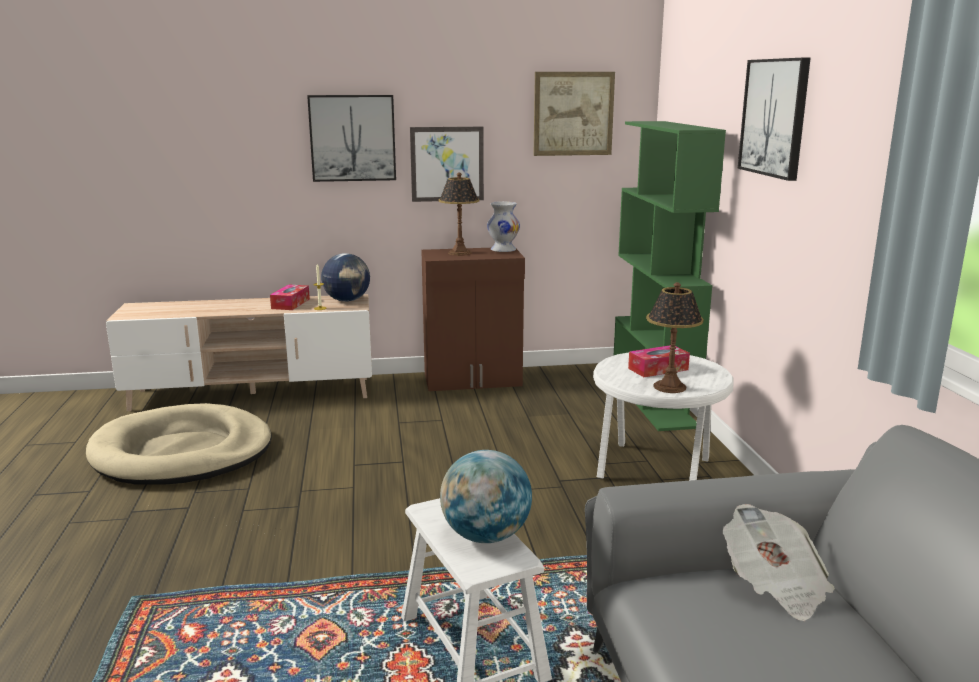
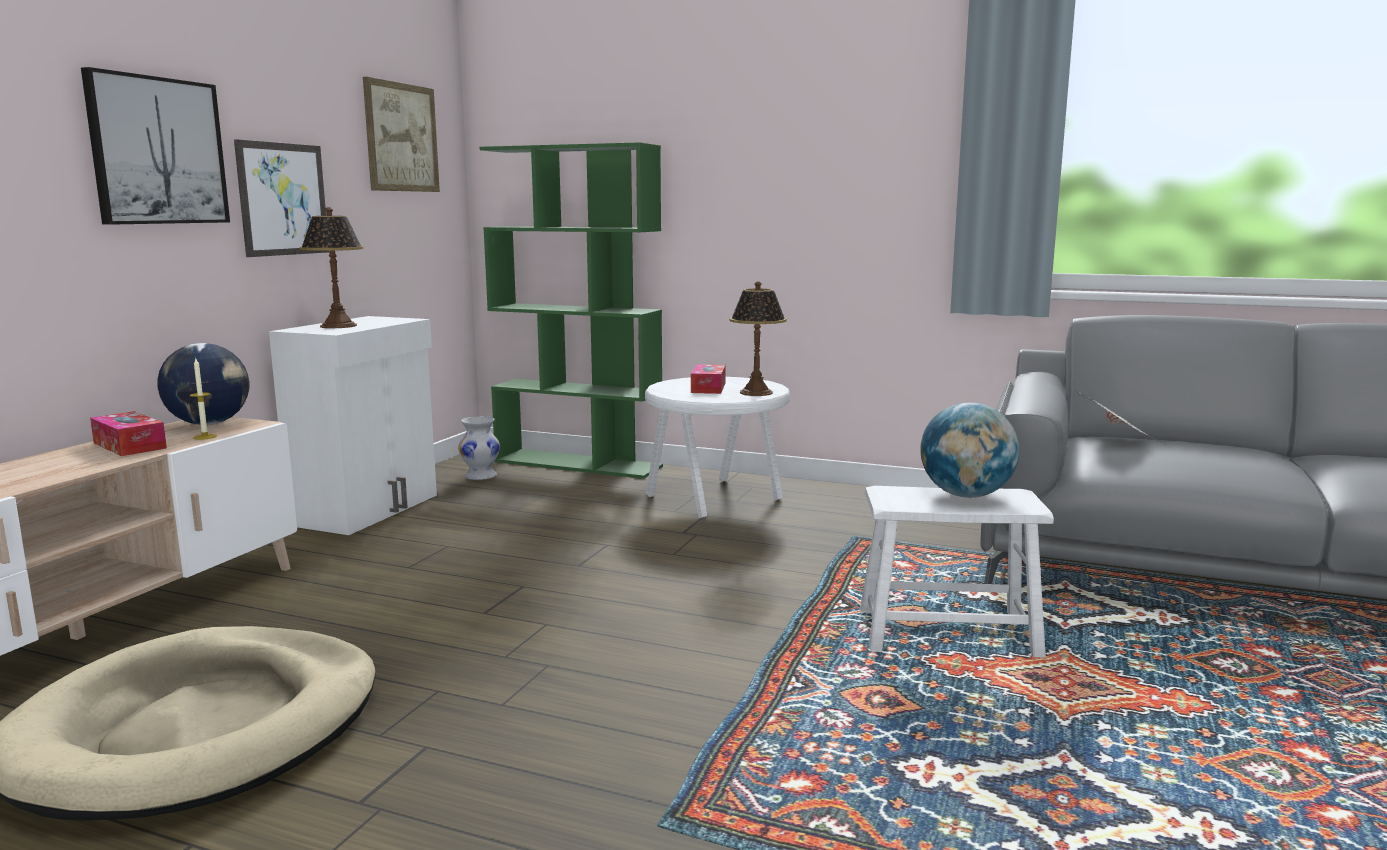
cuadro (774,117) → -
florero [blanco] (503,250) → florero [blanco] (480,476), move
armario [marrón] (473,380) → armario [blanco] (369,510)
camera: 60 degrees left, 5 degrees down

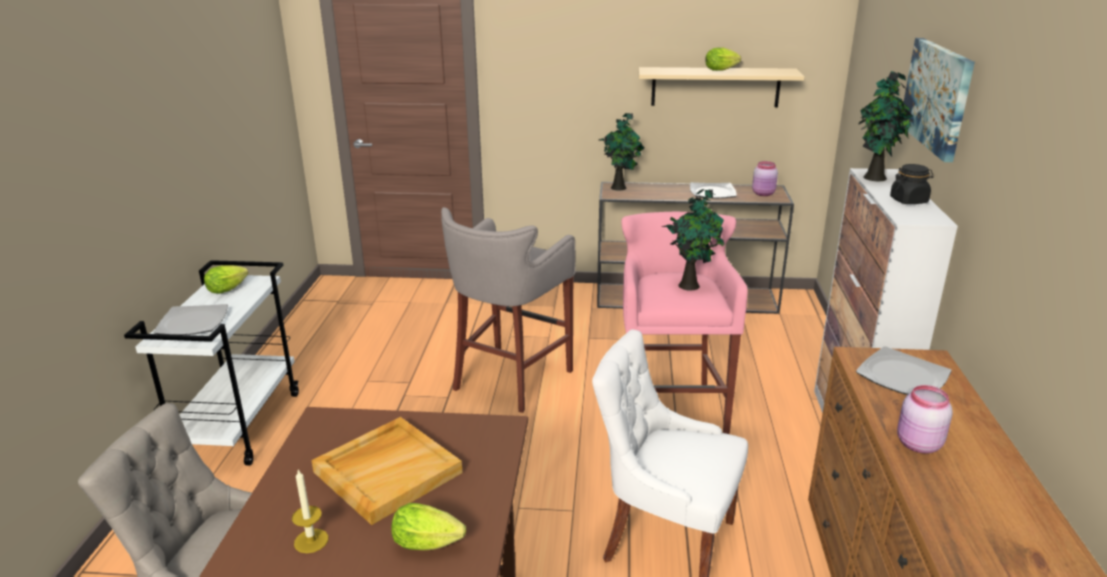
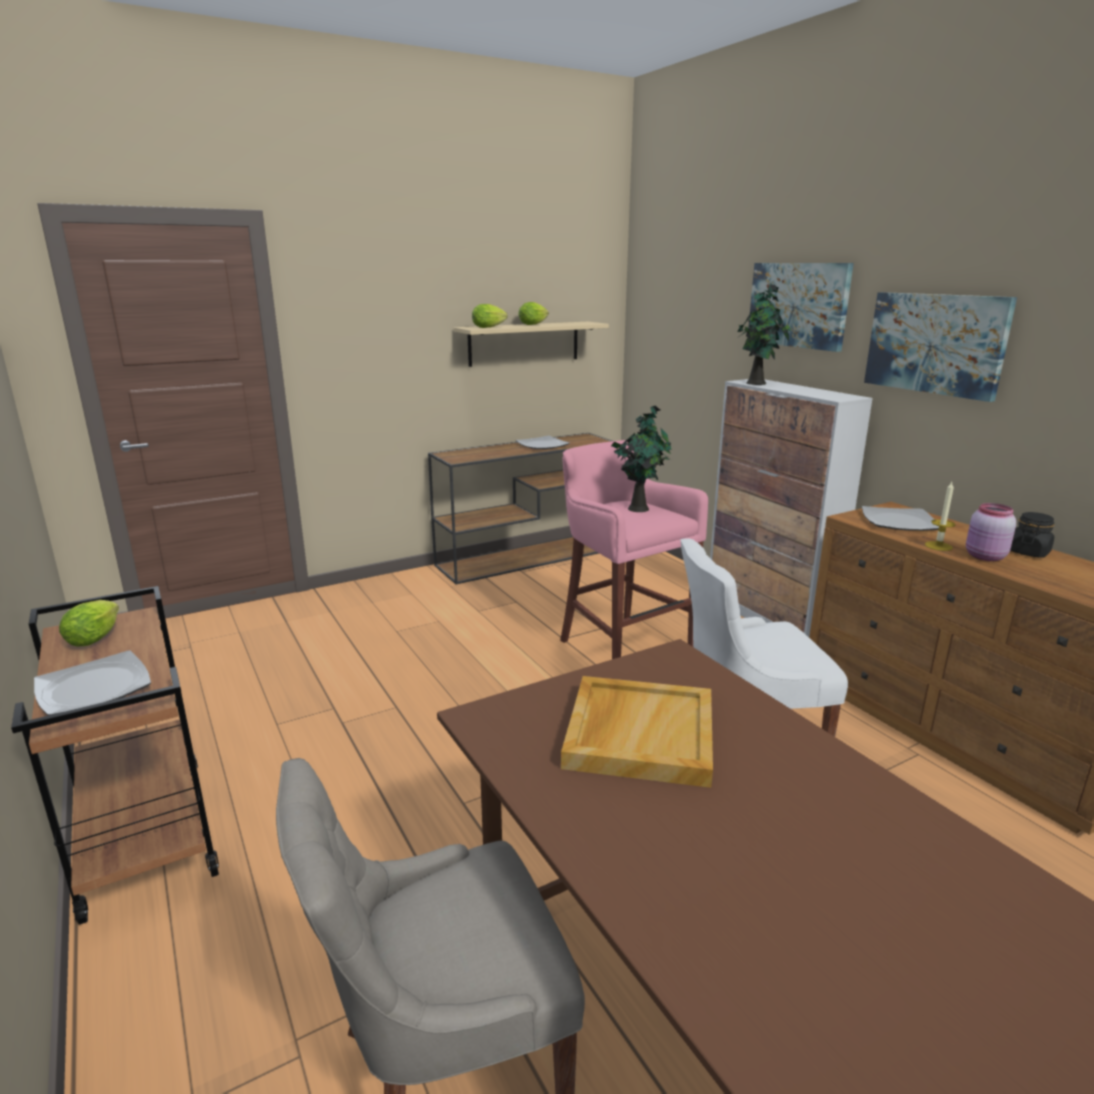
taburete [gris] (509,380) → -
planta en maceta (620,187) → -
tarro [rosa] (764,194) → -
- → cuadro (935,343)
vela (311,541) → vela (938,546), move
lechuga (431,544) → lechuga (490,327), move
tarro [negro] (908,200) → tarro [negro] (1028,552), move
carrito [blanco] (238,425) → carrito [marrón] (143,836)
camera: 35 degrees left, 5 degrees down

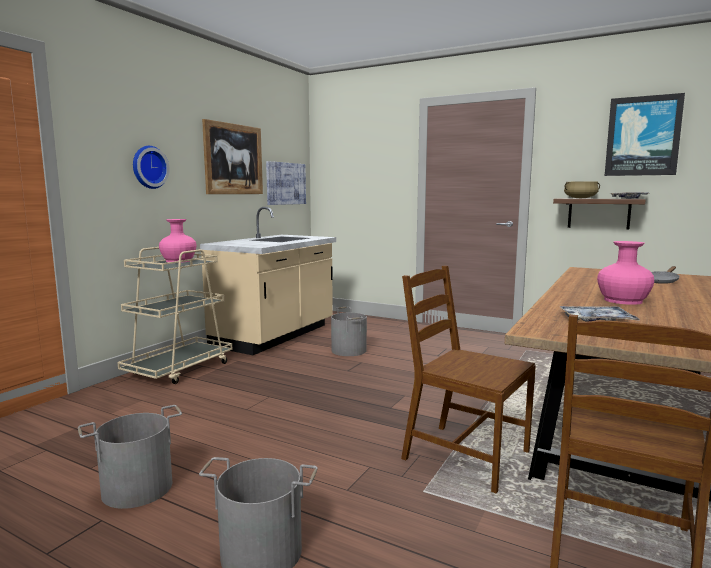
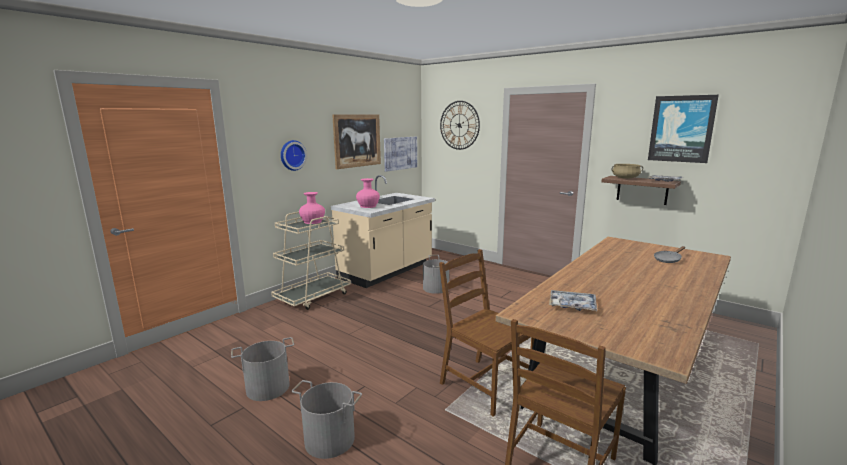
- → reloj de pared (459,125)
florero [rosa] (623,300) → florero [rosa] (368,206), move
camera: 10 degrees right, 5 degrees up

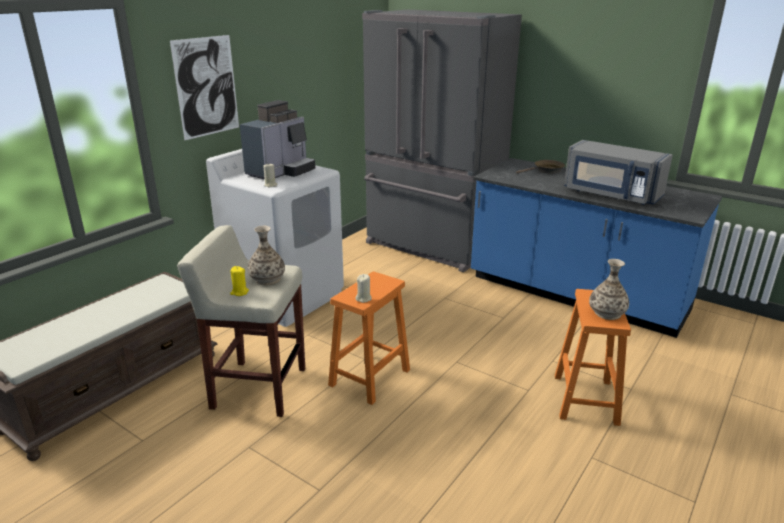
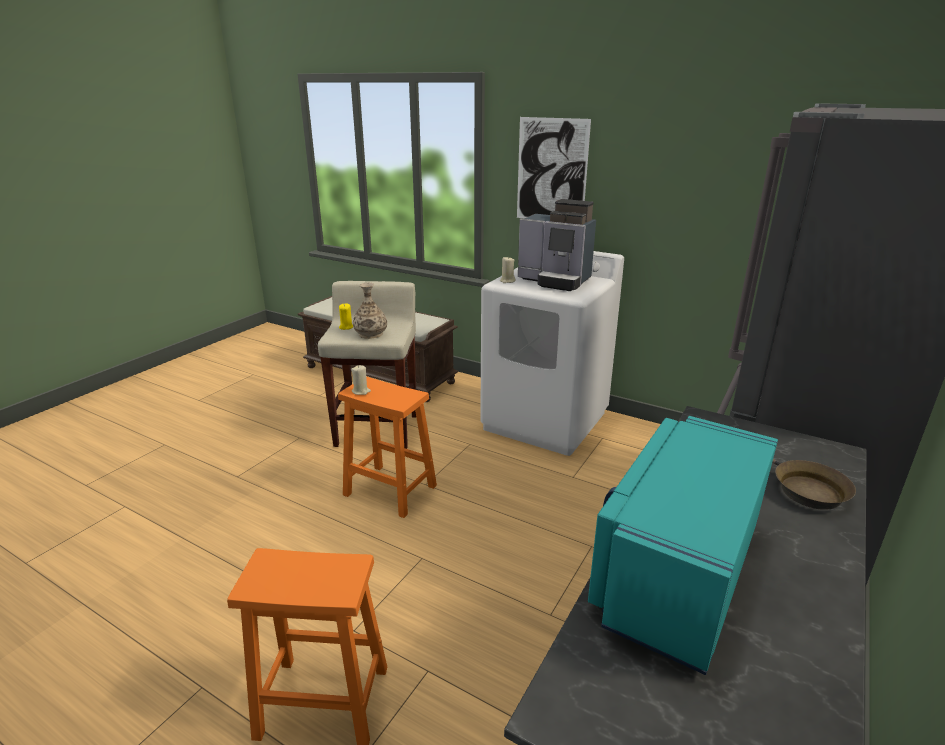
florero (607,313) → -
microondas [gris] (611,194) → microondas [turquesa] (675,571)
camera: 85 degrees right, 0 degrees up

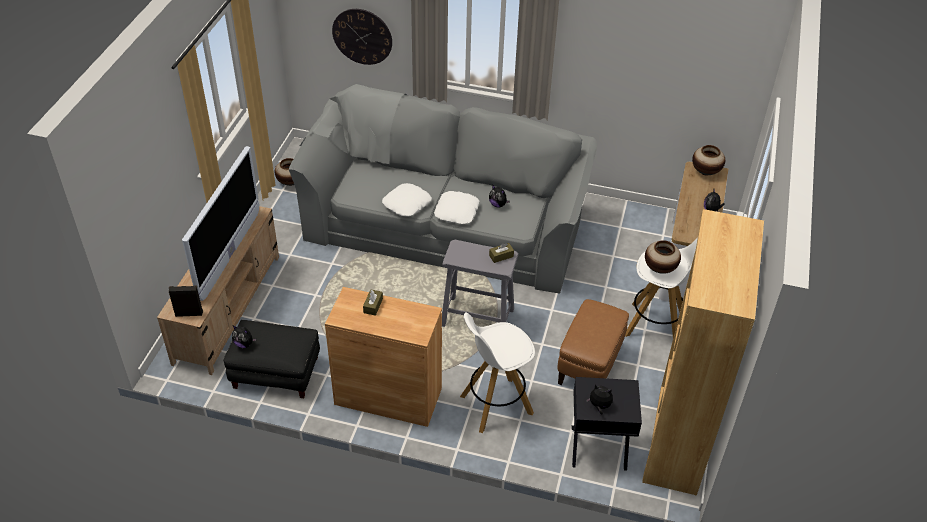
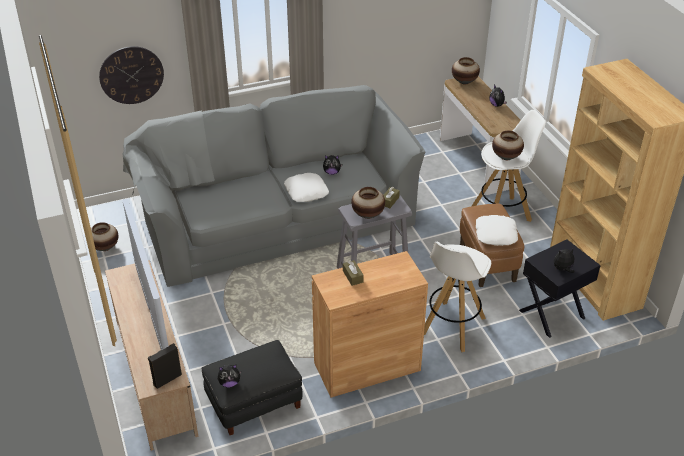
- → florero (368,215)
cojín [blanco] (406,203) → cojín [blanco] (495,234), move
camera: 35 degrees left, 5 degrees down

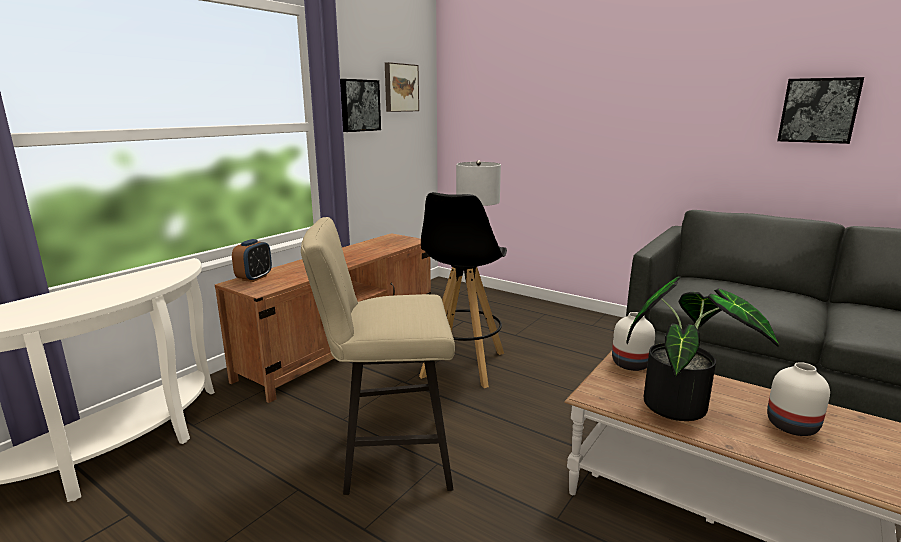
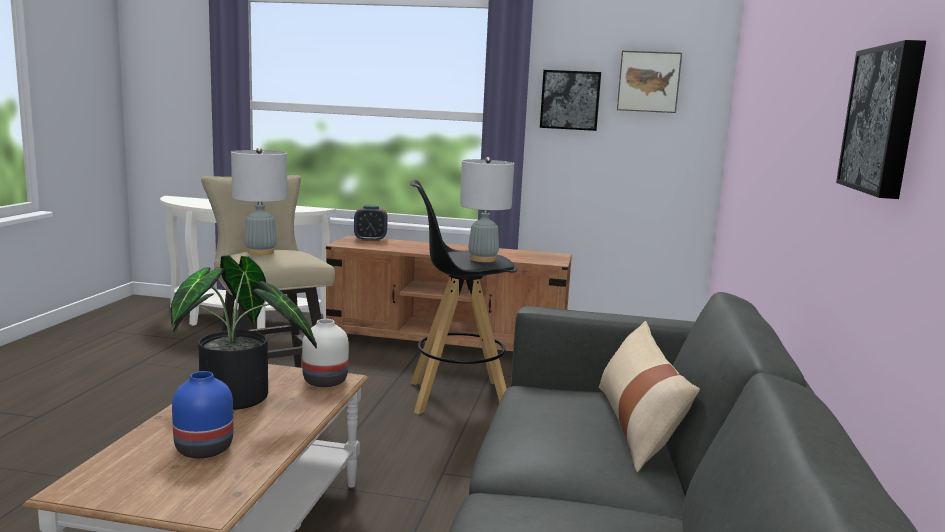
- → lámpara de mesa [gris] (261,252)
- → cojín [beis] (637,426)
florero [blanco] (793,426) → florero [azul] (202,449)
camera: 65 degrees right, 5 degrees down

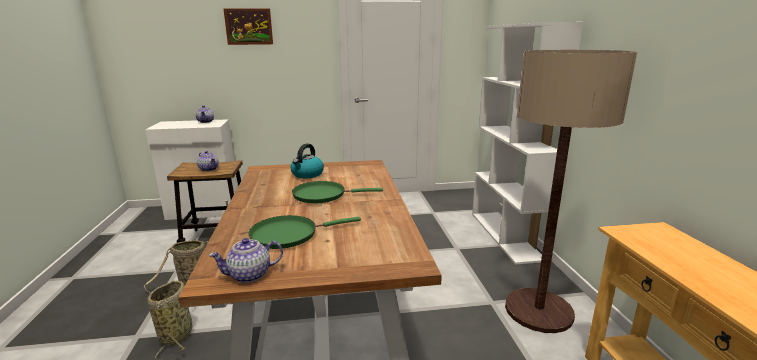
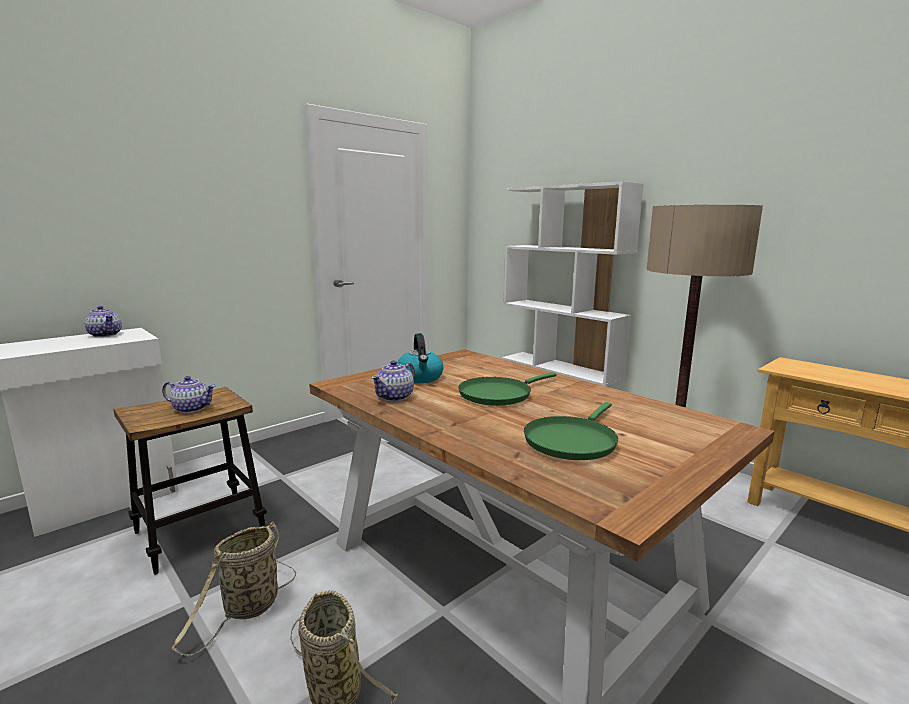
cuadro (249,26) → -
tetera (250,275) → tetera (395,397), move
camera: 35 degrees left, 5 degrees down

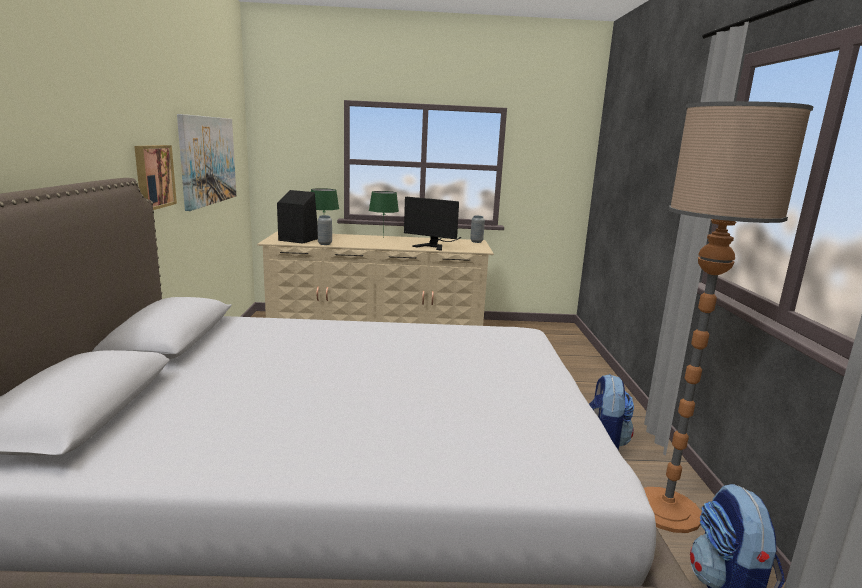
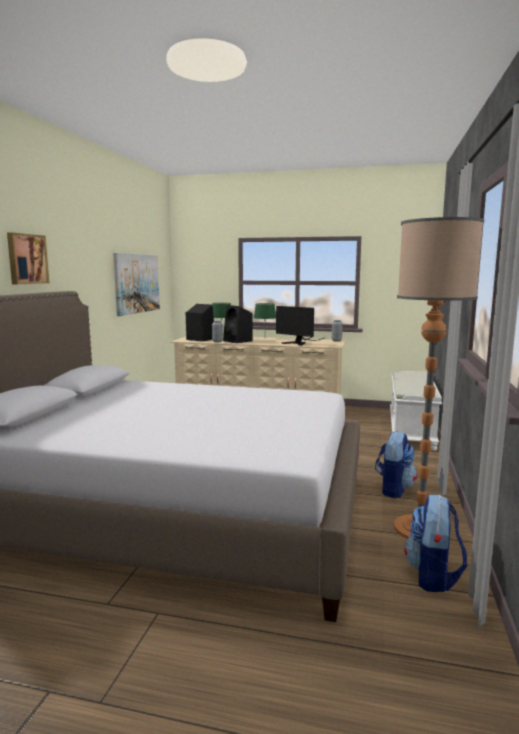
- → altavoz [negro] (238,341)
- → banco [blanco] (411,430)
cuadro (153,176) → cuadro (26,259), move
camera: 15 degrees right, 5 degrees down

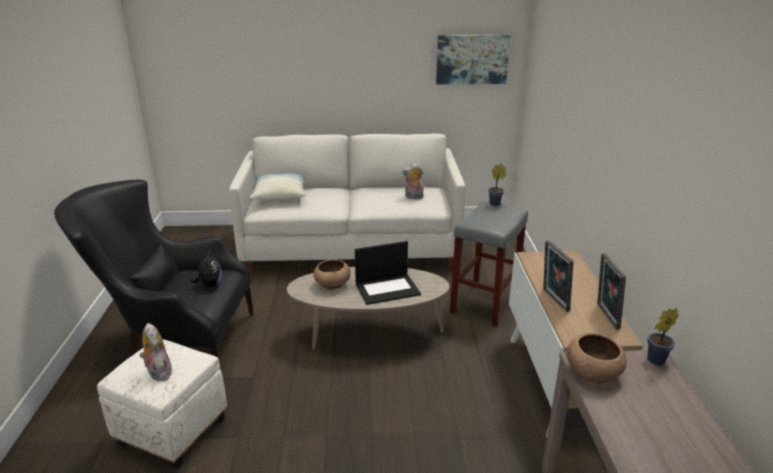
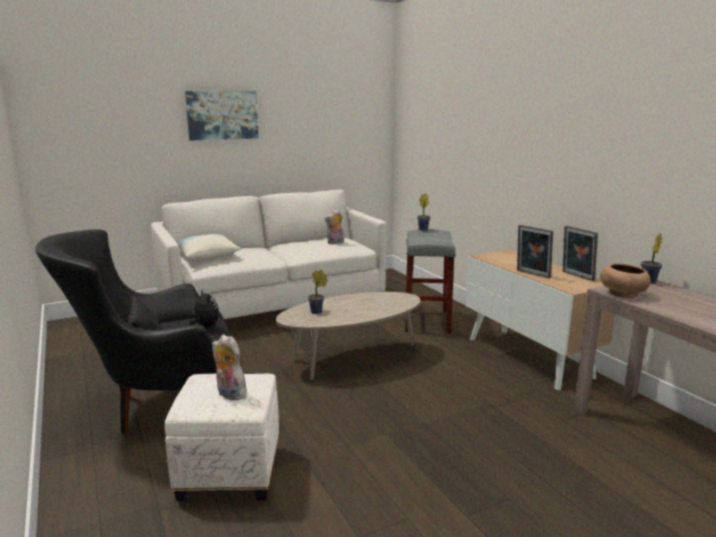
portátil (388,289) → -
cuadro (472,59) → cuadro (222,115), move
cuenco [marrón] (332,284) → planta en maceta (317,312)
camera: 25 degrees left, 10 degrees down

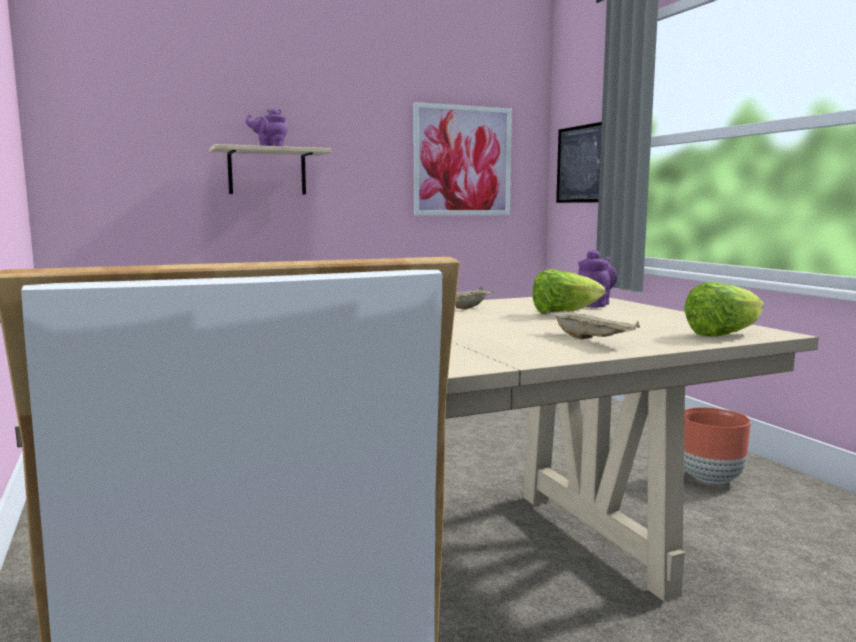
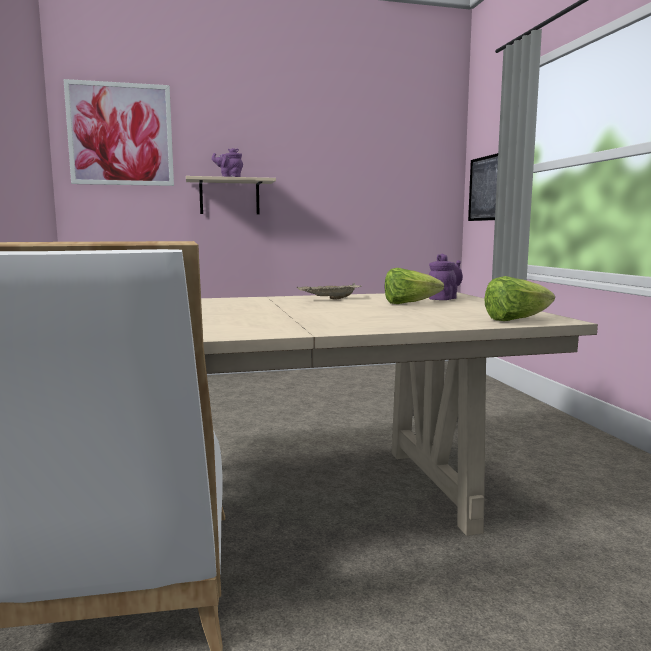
bandeja [beis] (591,339) → -
maceta [marrón] (710,479) → -
cuadro (462,161) → cuadro (121,134), move
camera: 10 degrees right, 0 degrees up

